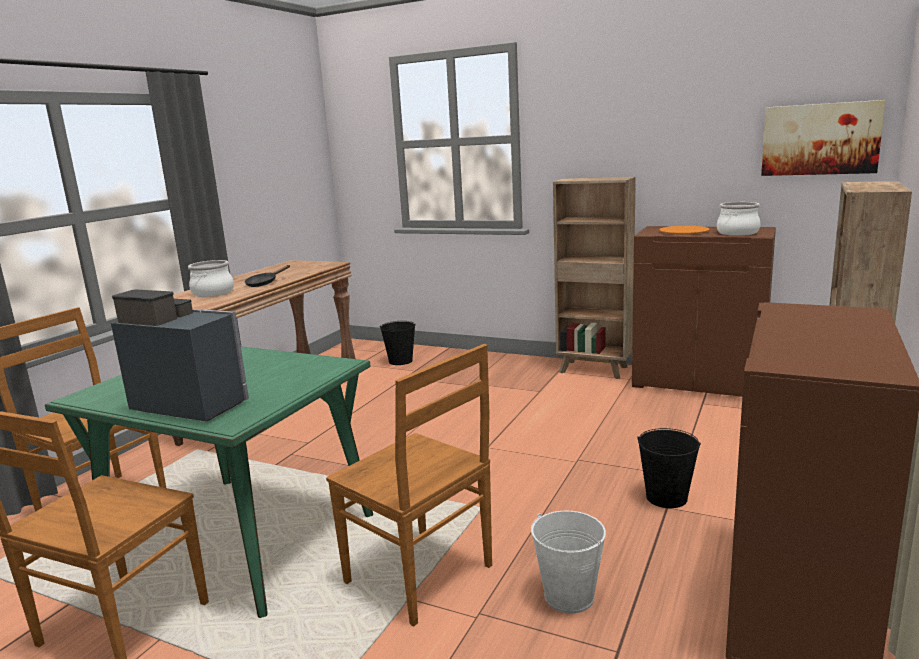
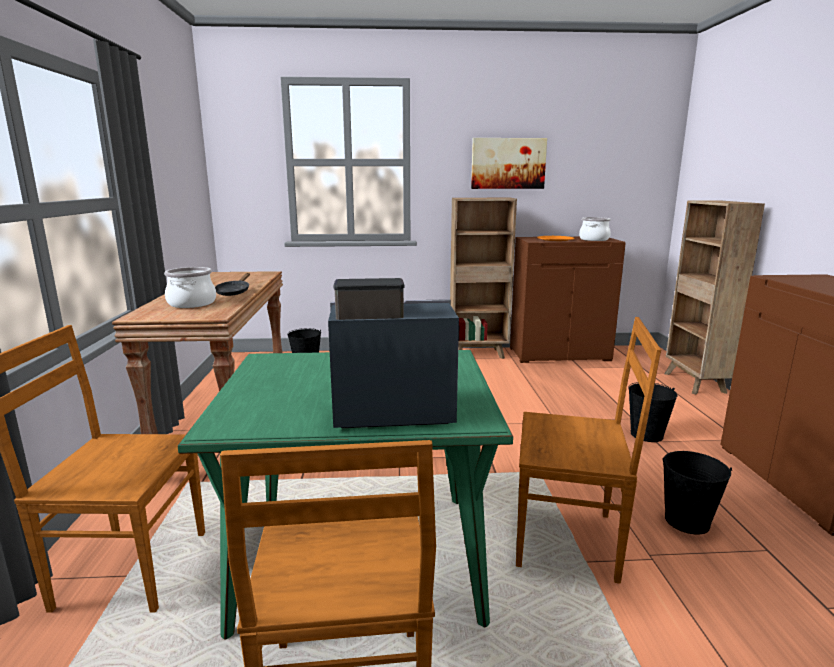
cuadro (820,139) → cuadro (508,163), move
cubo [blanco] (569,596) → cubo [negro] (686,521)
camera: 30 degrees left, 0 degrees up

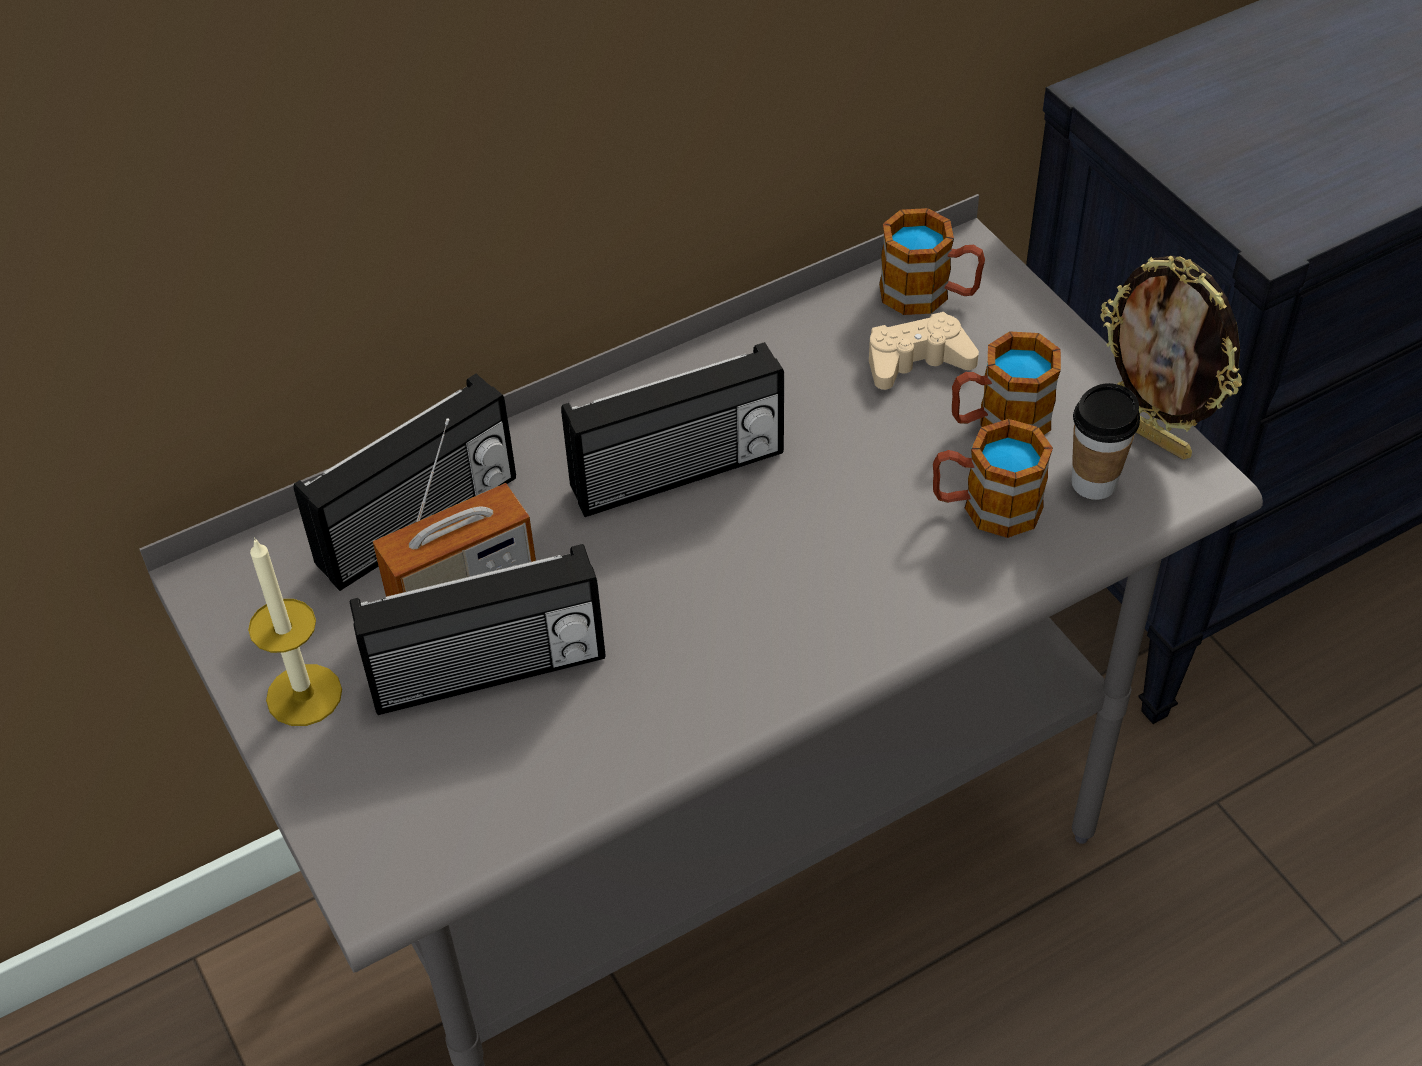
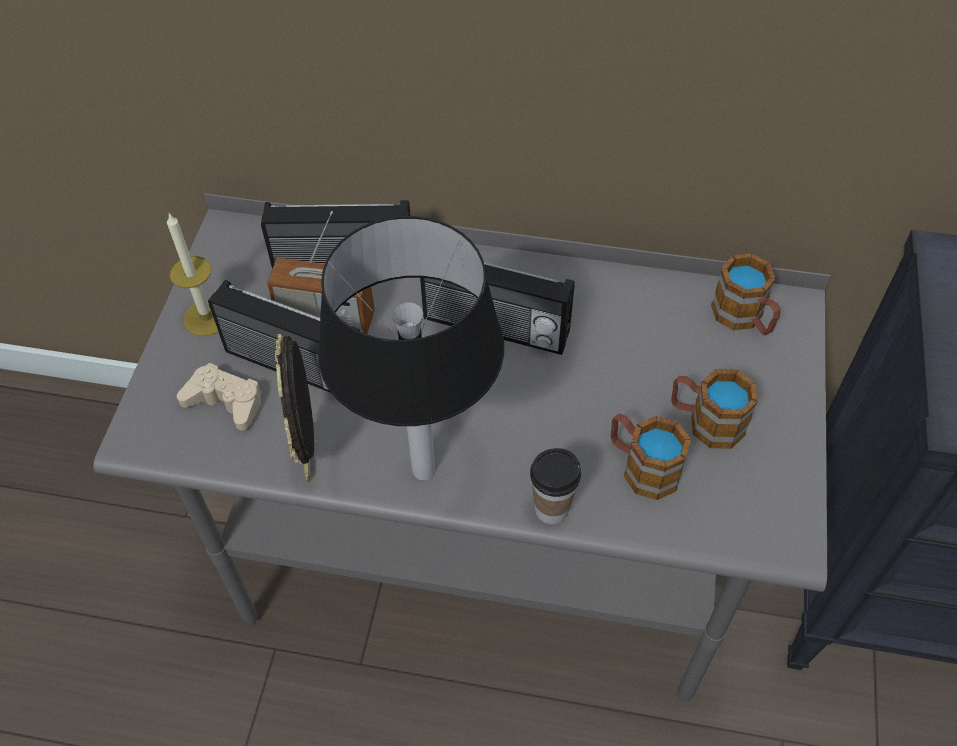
- → lámpara de mesa (422,471)
mando de consola [beis] (917,361) → mando de consola [beis] (225,401), move
taza (1093,483) → taza (551,509), move
portarretratos (1152,436) → portarretratos (310,454), move
camera: 40 degrees right, 5 degrees up

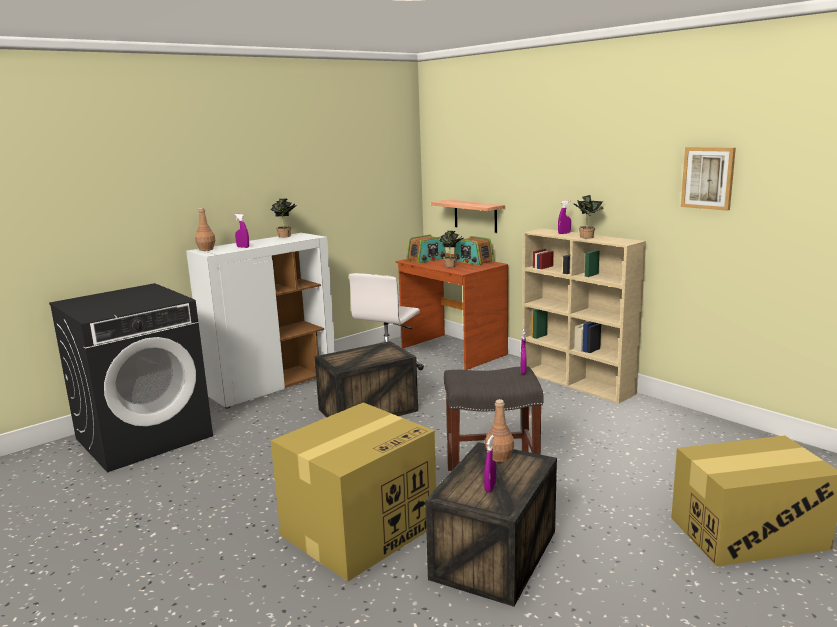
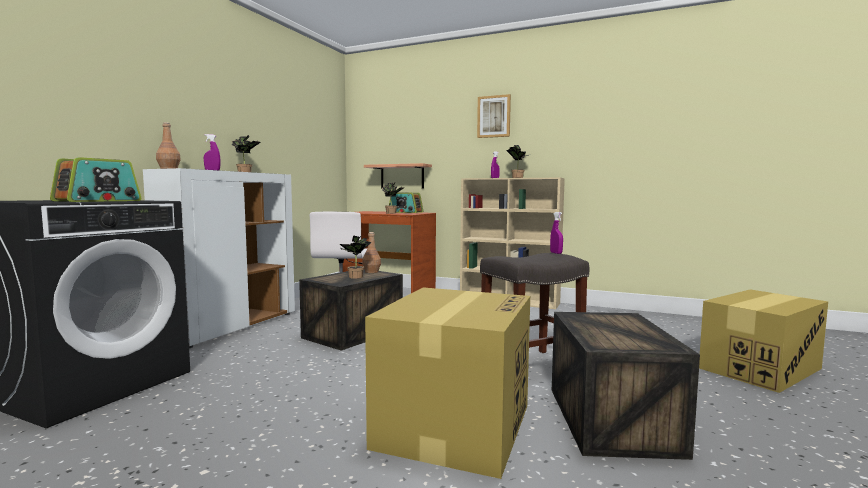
pulverizador [morado] (490,488) → -
- → planta en maceta (355,277)
radio (427,259) → radio (98,201), move
botella [marrón] (499,457) → botella [marrón] (371,272), move
cuadro (708,178) → cuadro (494,116), move
camera: 25 degrees left, 10 degrees down

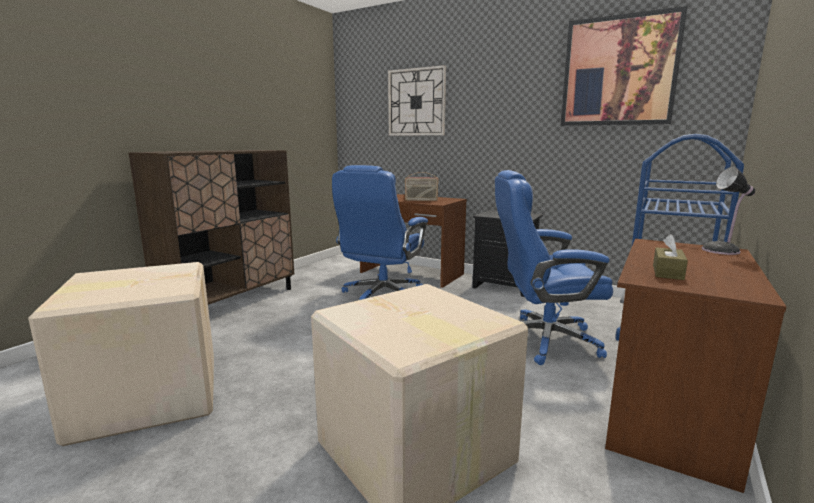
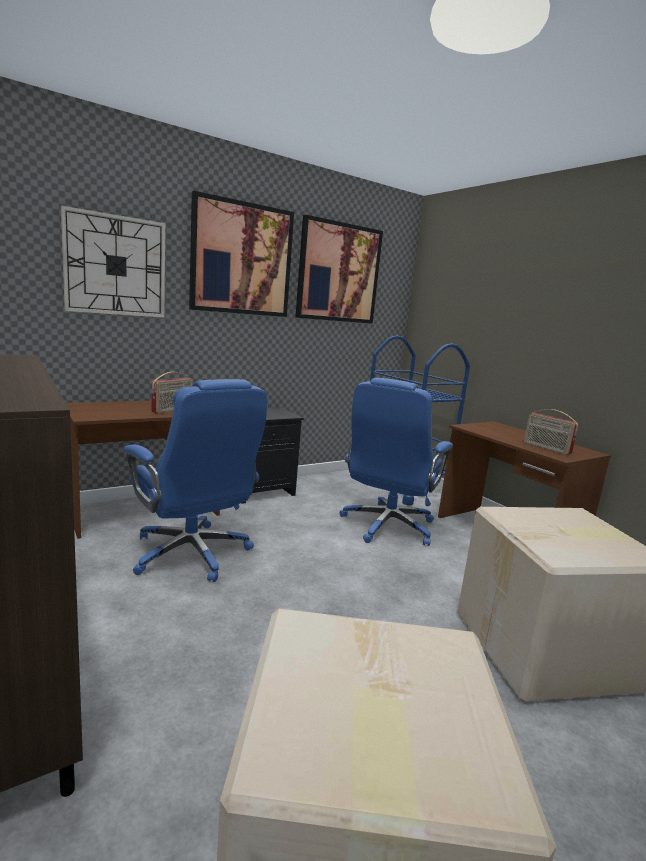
lámpara de mesa (723,250) → -
- → cuadro (242,259)
caja de pañuelos [marrón] (667,272) → radio (546,448)
camera: 65 degrees left, 0 degrees up

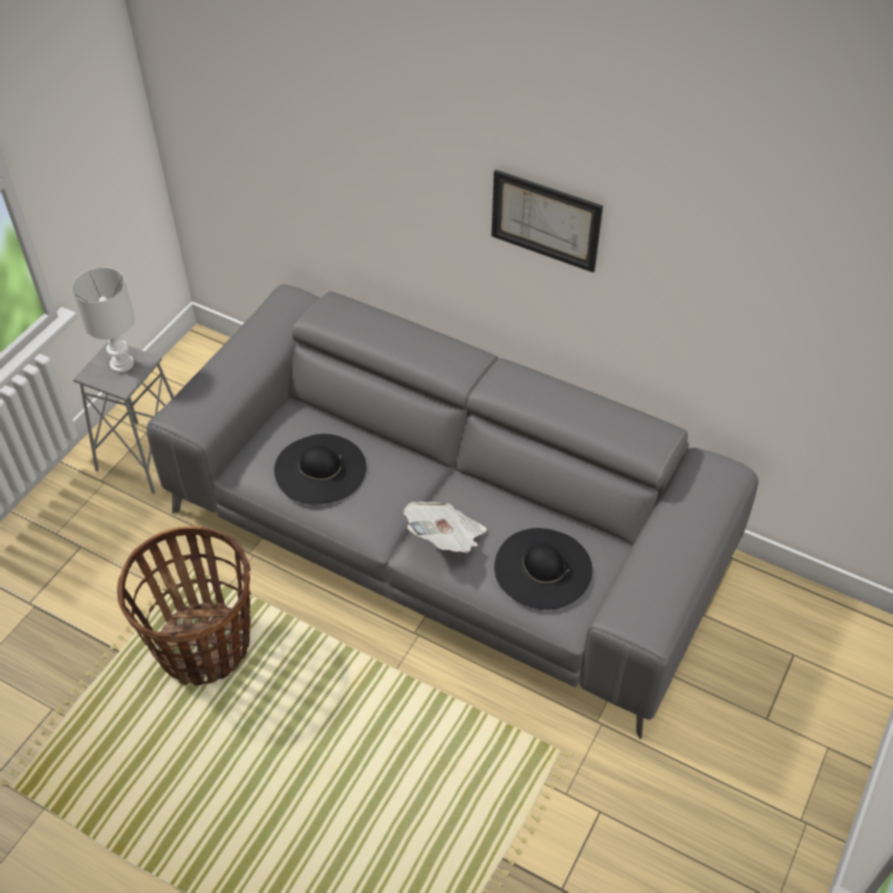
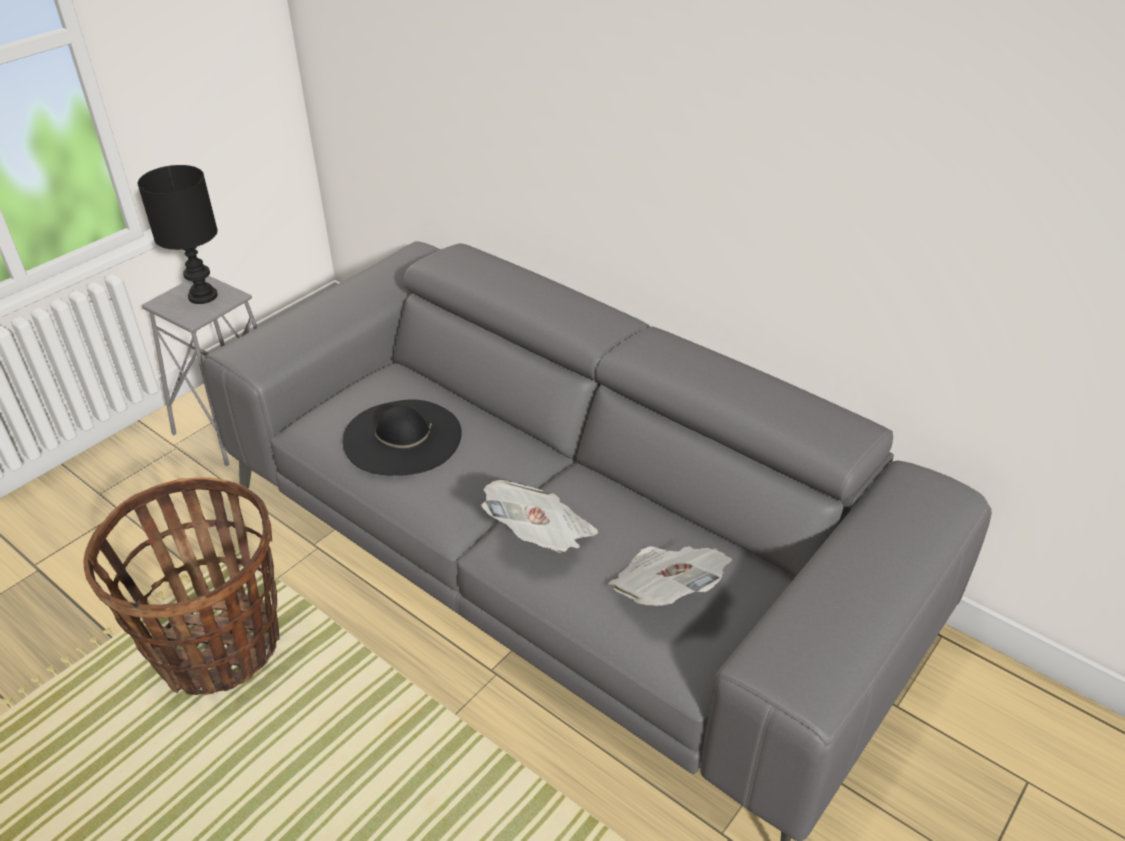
cuadro (545,220) → -
sombrero [negro] (542,568) → periódico (666,592)
lámpara de mesa [blanco] (122,365) → lámpara de mesa [negro] (202,297)
camera: 10 degrees right, 10 degrees down

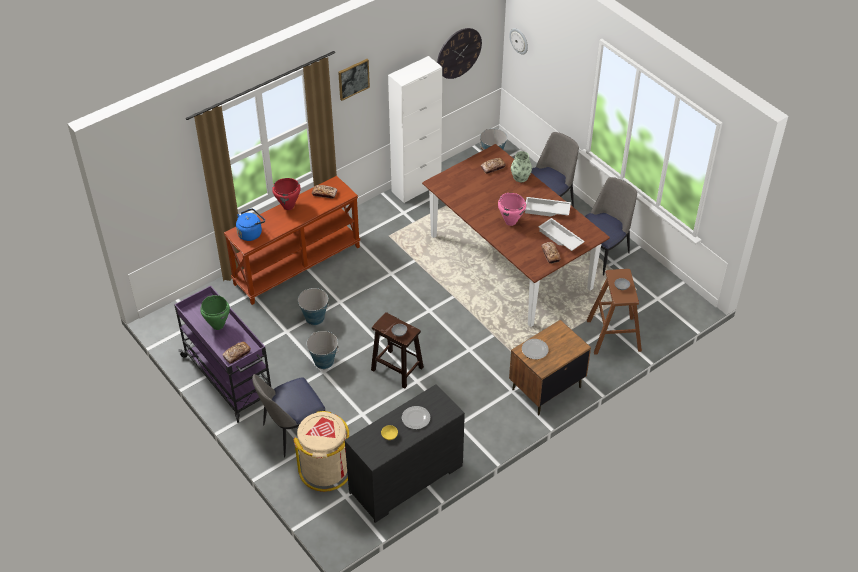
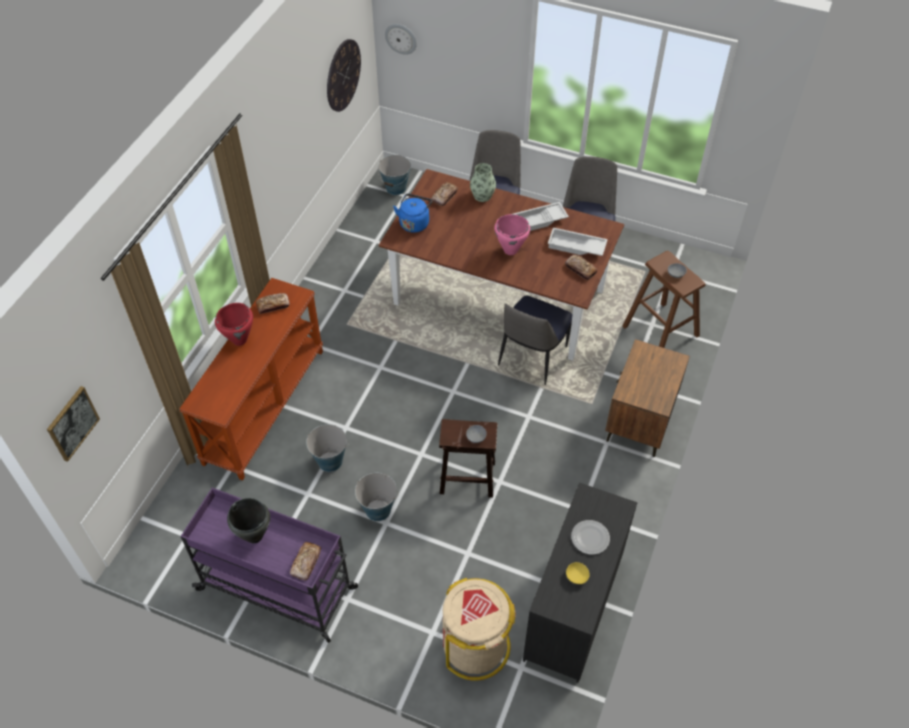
armario [blanco] (416,187) → -
plato (535,350) → -
hervidor [azul] (251,233) → hervidor [azul] (414,223), move
silla (293,431) → silla (531,358), move
cuadro (353,79) → cuadro (72,423), move
olla [verde] (218,325) → olla [negro] (254,536)
camera: 30 degrees left, 5 degrees up

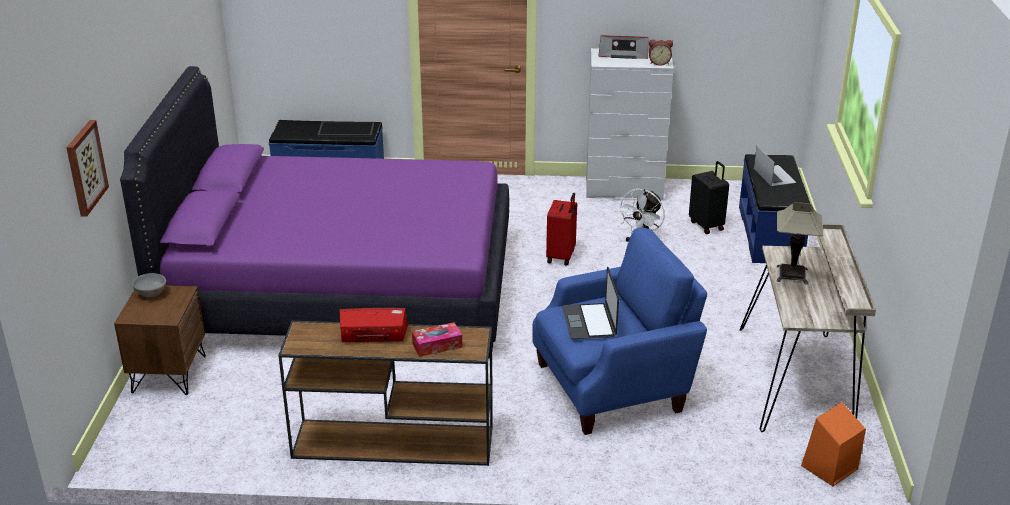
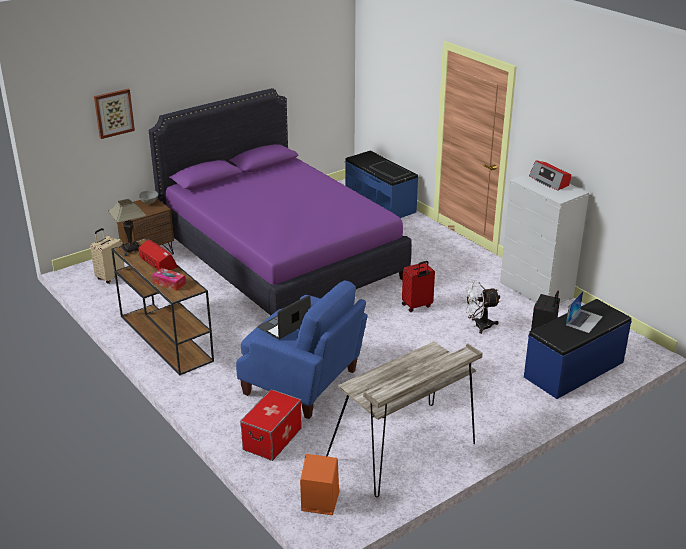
despertador (659,63) → -
- → maleta [beis] (110,277)
- → caja de almacenaje (272,438)
lámpara de mesa (792,275) → lámpara de mesa (131,249), move
camera: 50 degrees right, 0 degrees up

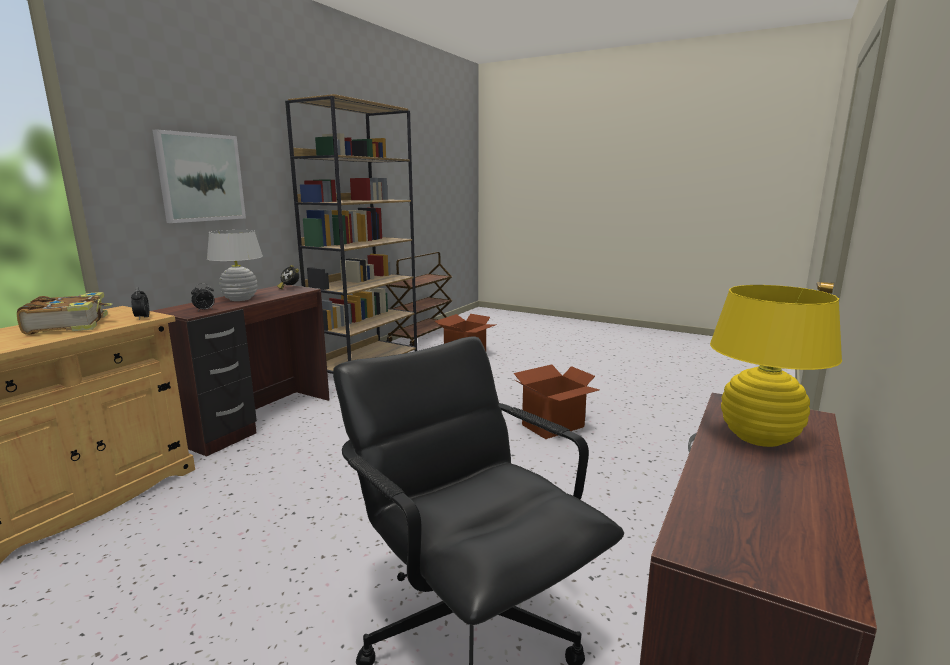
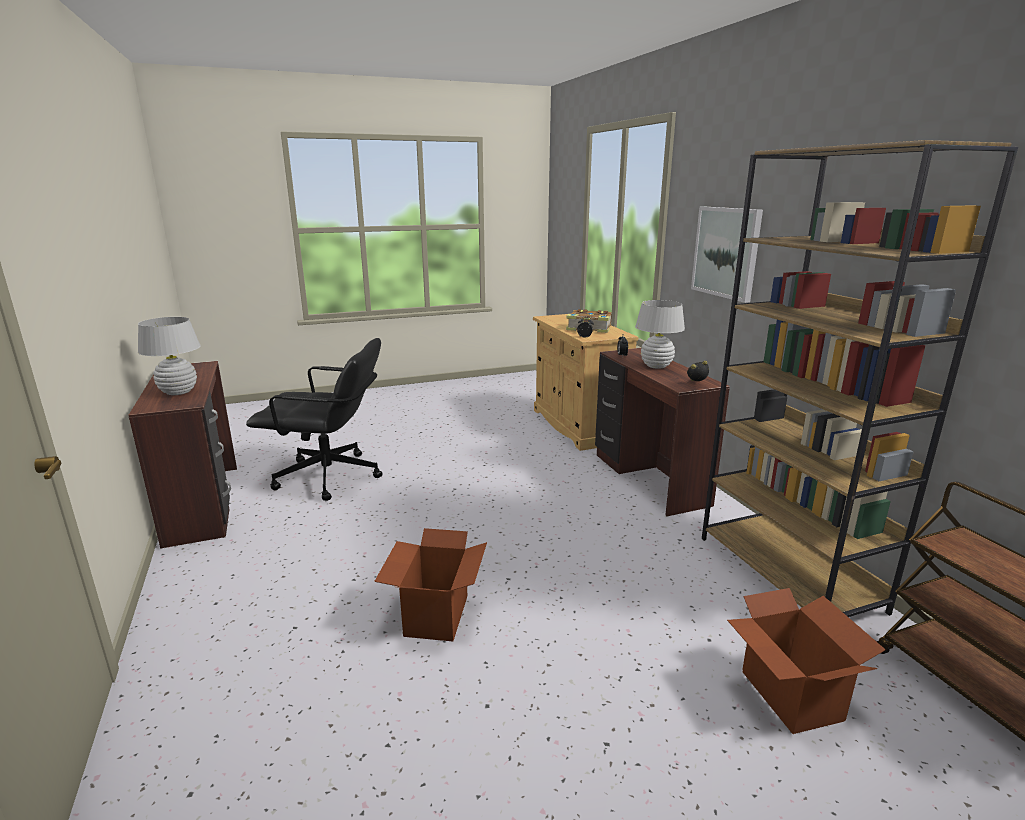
lámpara de mesa [amarillo] (759,437) → lámpara de mesa [blanco] (178,392)
camera: 130 degrees right, 5 degrees up

